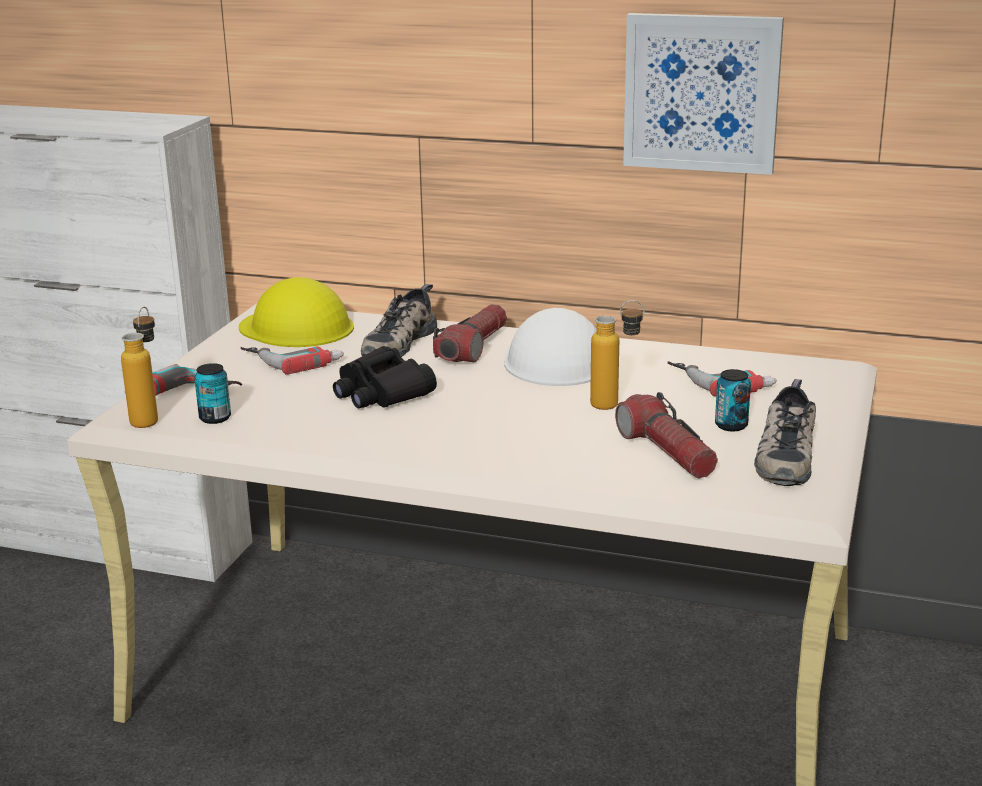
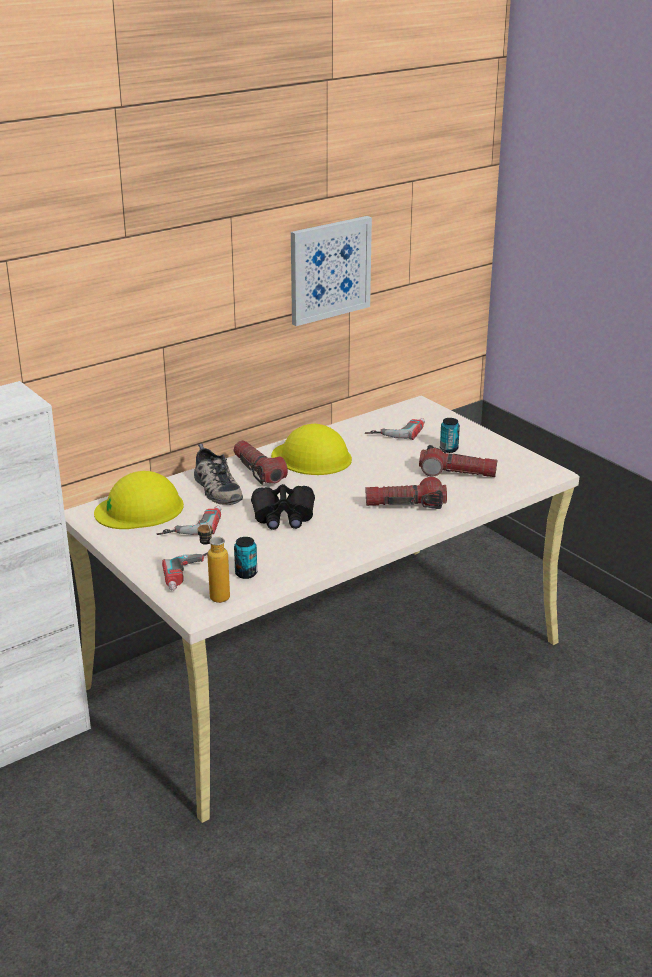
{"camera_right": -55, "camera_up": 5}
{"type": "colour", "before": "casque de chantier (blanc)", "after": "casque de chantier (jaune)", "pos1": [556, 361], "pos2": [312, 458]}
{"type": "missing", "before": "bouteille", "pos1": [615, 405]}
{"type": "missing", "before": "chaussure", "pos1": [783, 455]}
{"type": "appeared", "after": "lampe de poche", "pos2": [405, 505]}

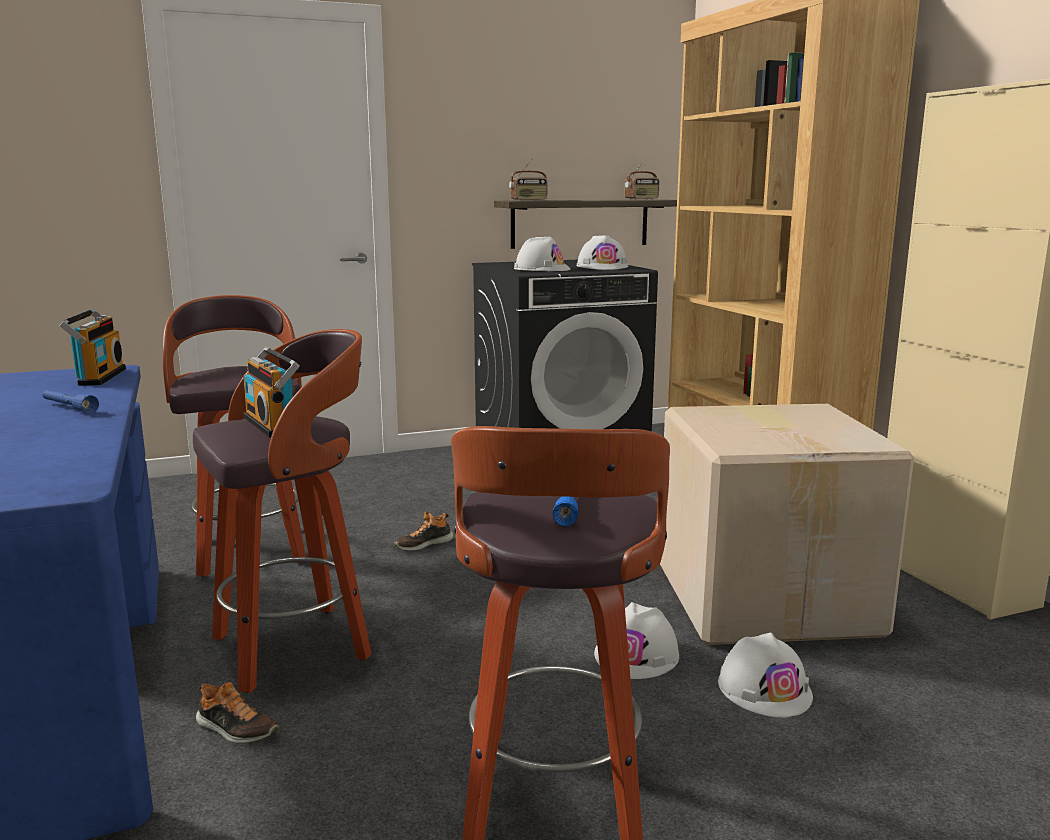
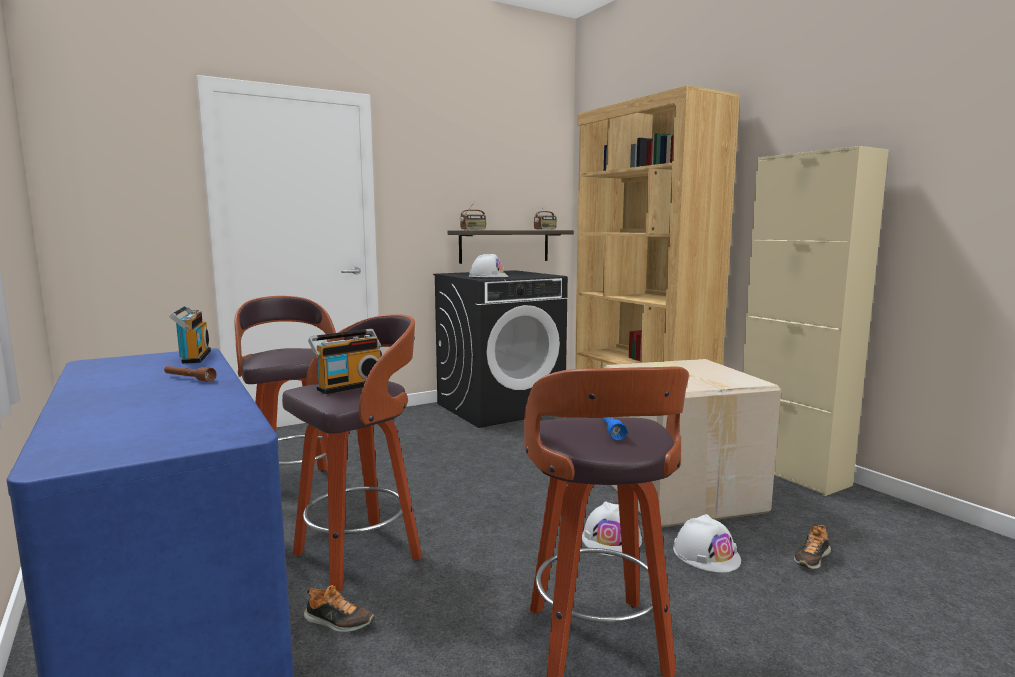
{"camera_right": -10, "camera_up": -5}
{"type": "colour", "before": "lampe de poche (bleu)", "after": "lampe de poche (marron)", "pos1": [69, 408], "pos2": [189, 379]}
{"type": "spun", "before": "radio", "pos1": [273, 425], "pos2": [349, 386], "turn": -90}
{"type": "relocated", "before": "chaussure", "pos1": [423, 544], "pos2": [811, 558]}
{"type": "missing", "before": "casque de chantier (blanc)", "pos1": [602, 267]}

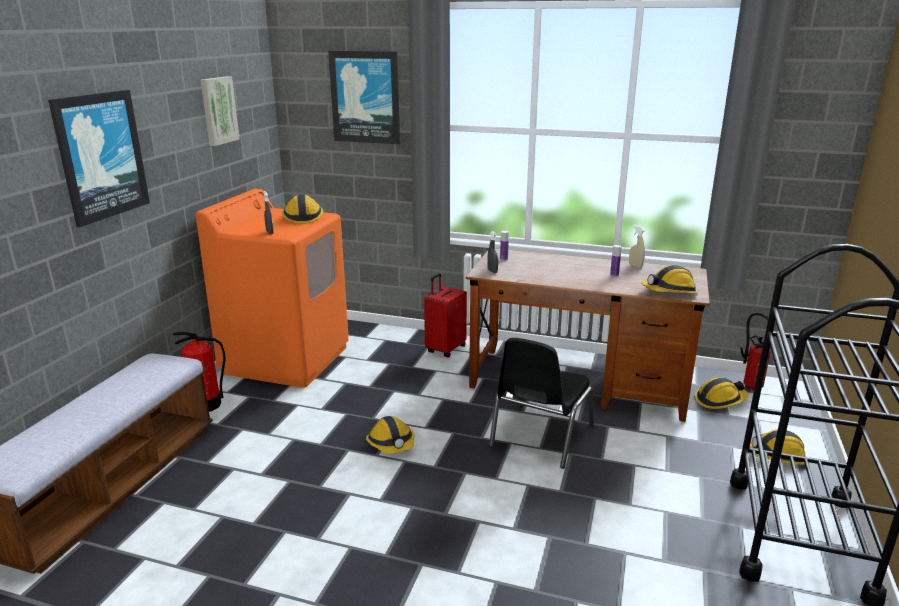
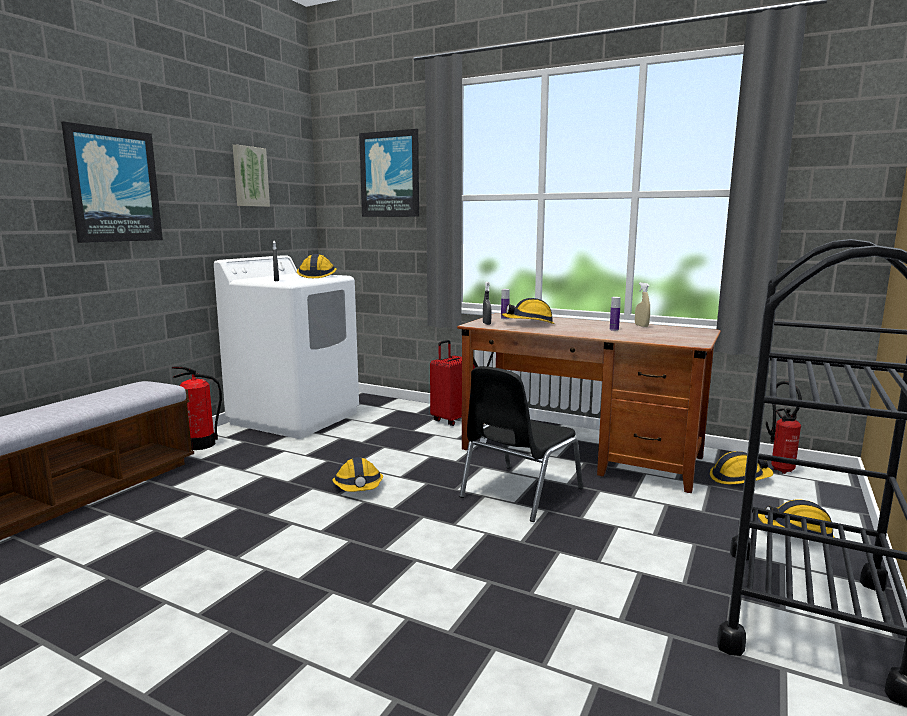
{"camera_right": 10, "camera_up": -10}
{"type": "colour", "before": "lave-linge (orange)", "after": "lave-linge (blanc)", "pos1": [286, 359], "pos2": [295, 418]}
{"type": "relocated", "before": "casque de chantier", "pos1": [669, 292], "pos2": [529, 323]}

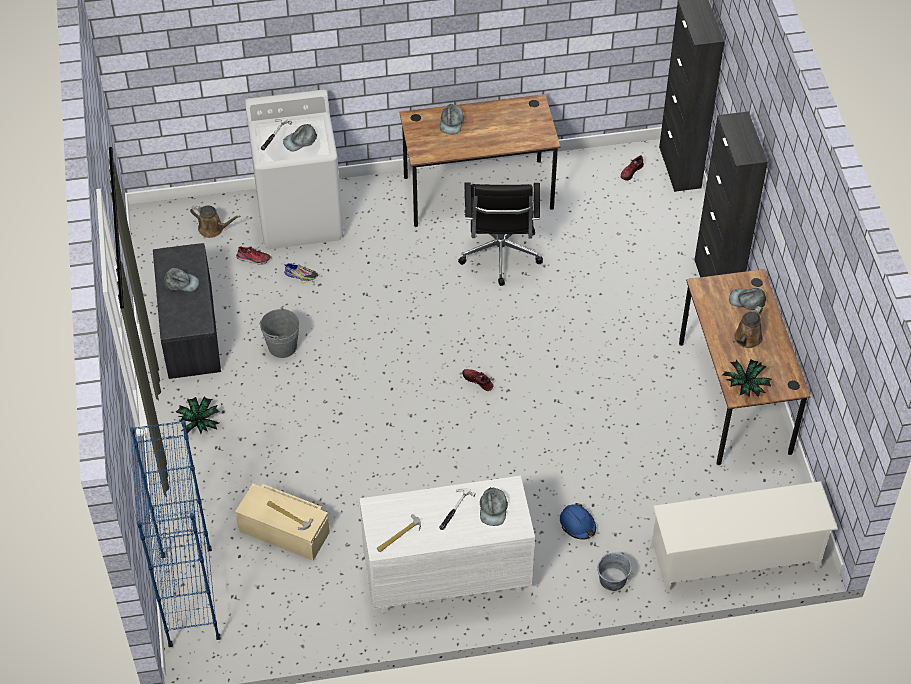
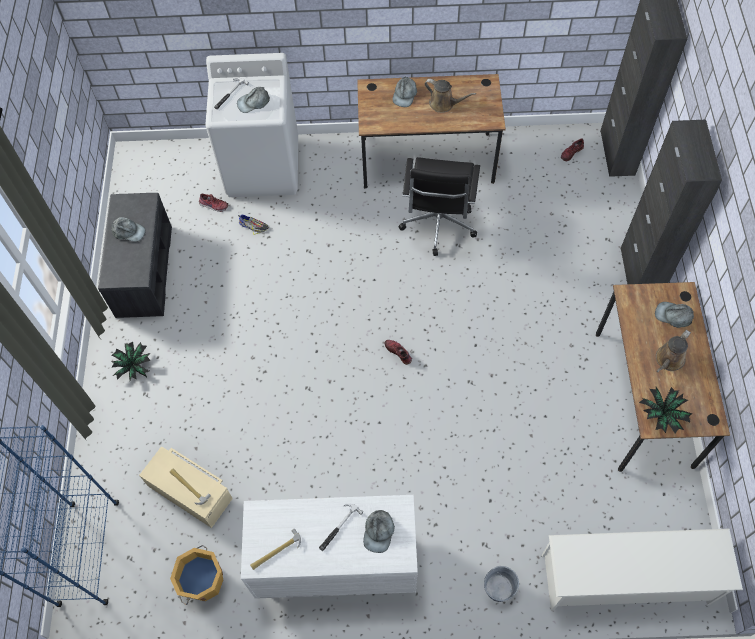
{"camera_right": 10, "camera_up": 10}
{"type": "relocated", "before": "arrosoir (marron)", "pos1": [213, 229], "pos2": [444, 104]}
{"type": "missing", "before": "seau (gris)", "pos1": [282, 346]}
{"type": "missing", "before": "casque de chantier (bleu)", "pos1": [577, 524]}
{"type": "appeared", "after": "seau (orange)", "pos2": [203, 581]}

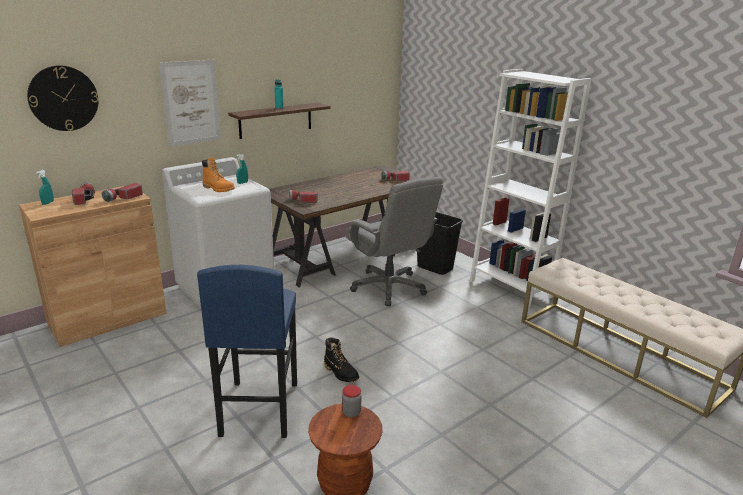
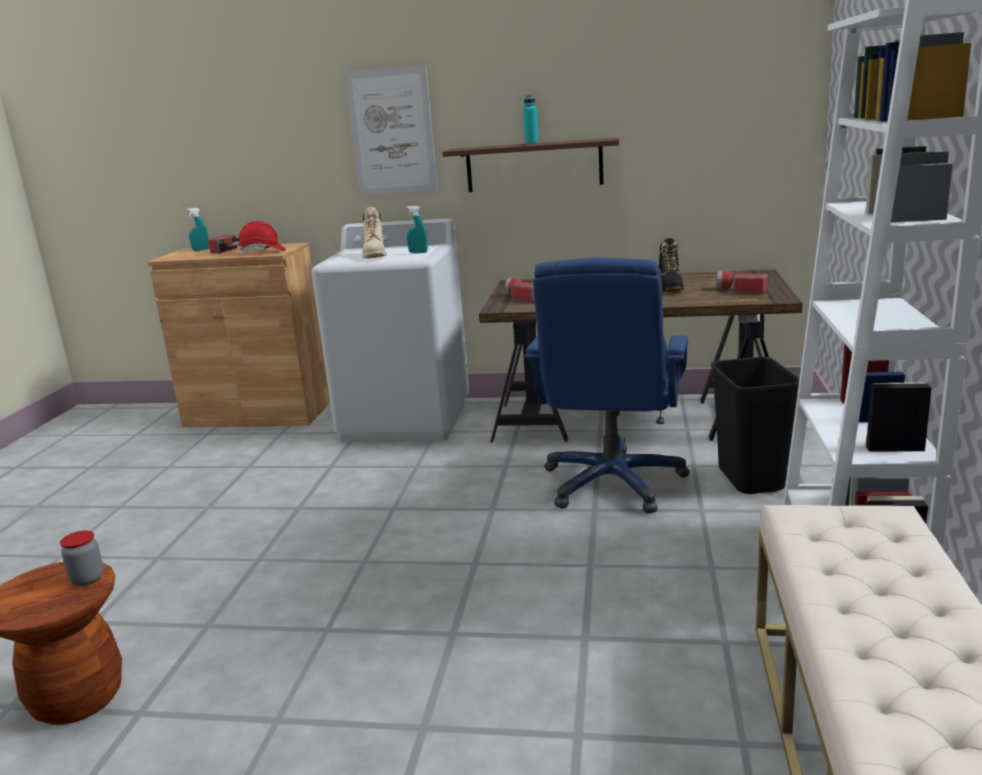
{"camera_right": 50, "camera_up": -5}
{"type": "missing", "before": "horloge murale", "pos1": [63, 98]}
{"type": "exchanged", "before": "lampe de poche", "after": "casque de chantier (rouge)", "pos1": [123, 198], "pos2": [262, 252]}
{"type": "missing", "before": "tabouret (bleu)", "pos1": [258, 409]}
{"type": "colour", "before": "botte (orange)", "after": "botte (beige)", "pos1": [218, 189], "pos2": [375, 255]}
{"type": "relocated", "before": "botte (noir)", "pos1": [341, 373], "pos2": [670, 288]}
{"type": "colour", "before": "chaise de bureau (gris)", "after": "chaise de bureau (bleu)", "pos1": [389, 287], "pos2": [613, 483]}

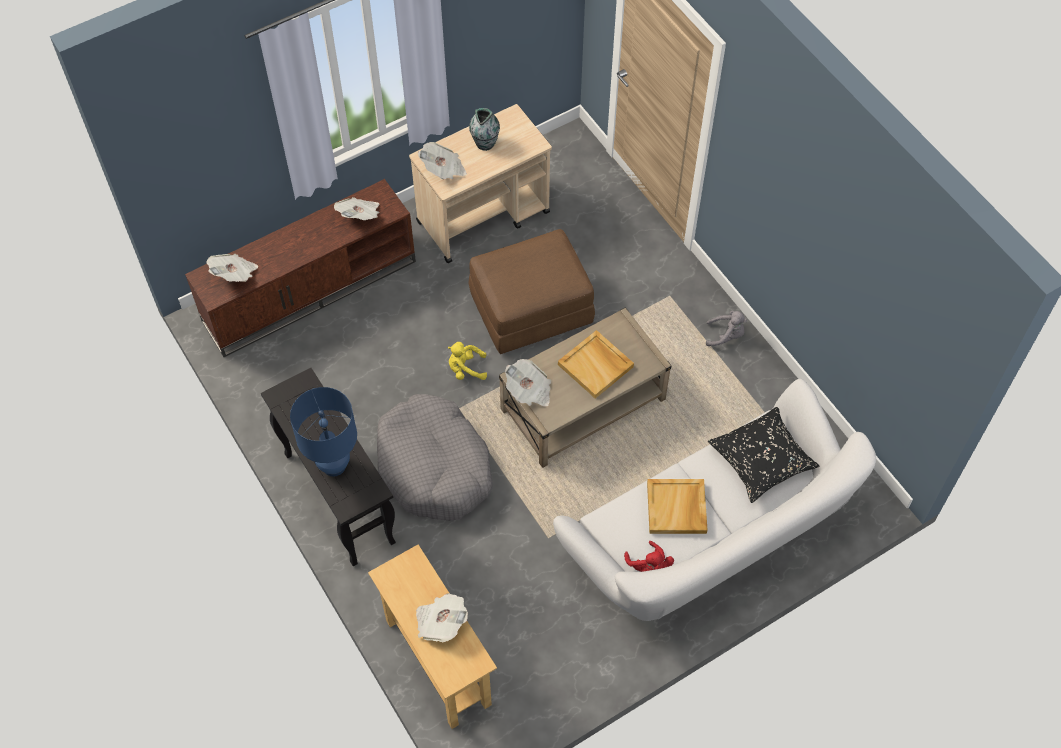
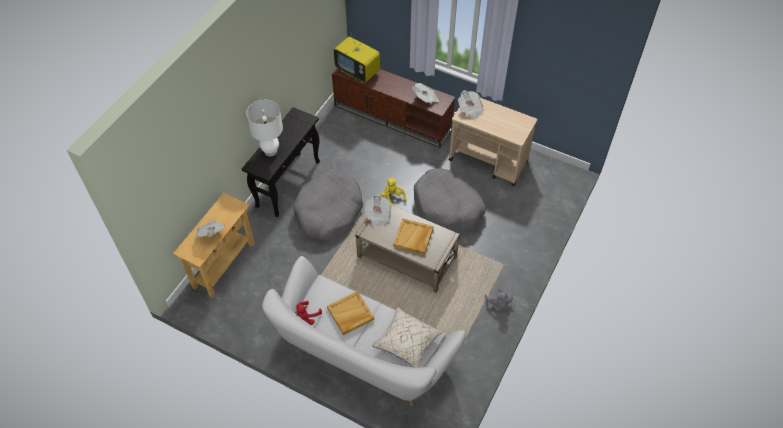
{"camera_right": 60, "camera_up": -5}
{"type": "exchanged", "before": "journal", "after": "téléviseur", "pos1": [235, 274], "pos2": [358, 72]}
{"type": "colour", "before": "lampe de table (bleu)", "after": "lampe de table (blanc)", "pos1": [334, 466], "pos2": [270, 151]}
{"type": "exchanged", "before": "pouf (marron)", "after": "panier pour chien (gris)", "pos1": [530, 309], "pos2": [447, 207]}
{"type": "missing", "before": "vase", "pos1": [485, 143]}
{"type": "colour", "before": "coussin (noir)", "after": "coussin (beige)", "pos1": [762, 460], "pos2": [407, 342]}

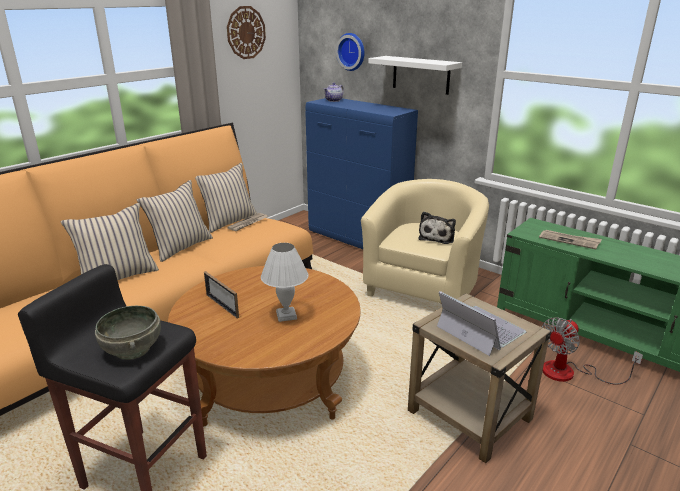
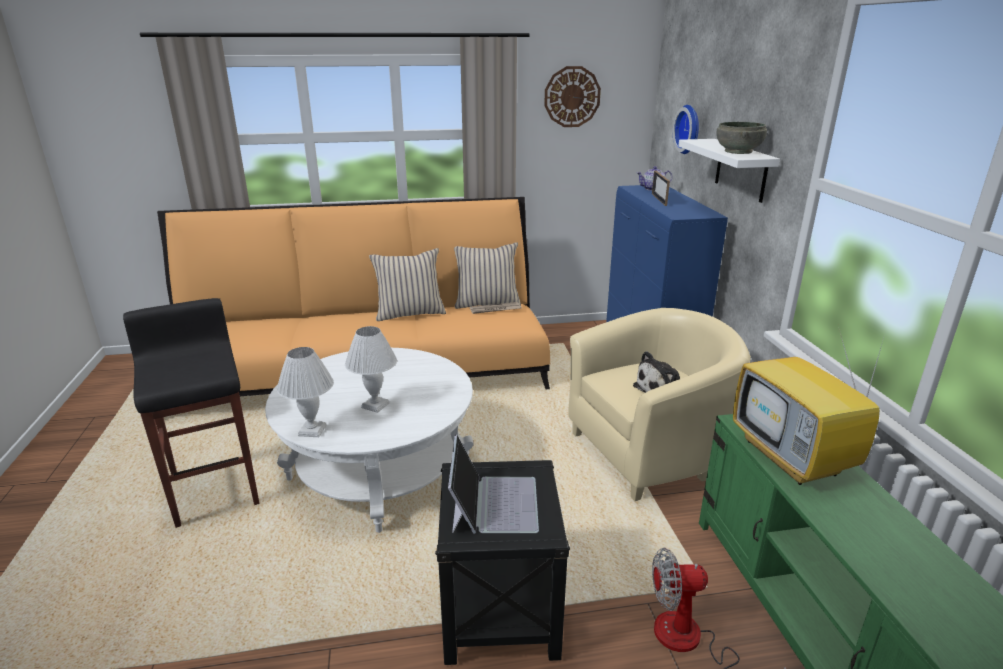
{"camera_right": 40, "camera_up": 0}
{"type": "missing", "before": "coussin (beige)", "pos1": [117, 277]}
{"type": "relocated", "before": "bol (gris)", "pos1": [133, 349], "pos2": [739, 151]}
{"type": "colour", "before": "table basse (marron)", "after": "table basse (blanc)", "pos1": [270, 380], "pos2": [379, 470]}
{"type": "relocated", "before": "cadre photo", "pos1": [222, 306], "pos2": [659, 199]}
{"type": "colour", "before": "table d'appoint (beige)", "after": "table d'appoint (noir)", "pos1": [468, 415], "pos2": [500, 609]}
{"type": "exchanged", "before": "journal", "after": "téléviseur", "pos1": [569, 240], "pos2": [794, 458]}
{"type": "appeared", "after": "lampe de table (blanc)", "pos2": [312, 431]}

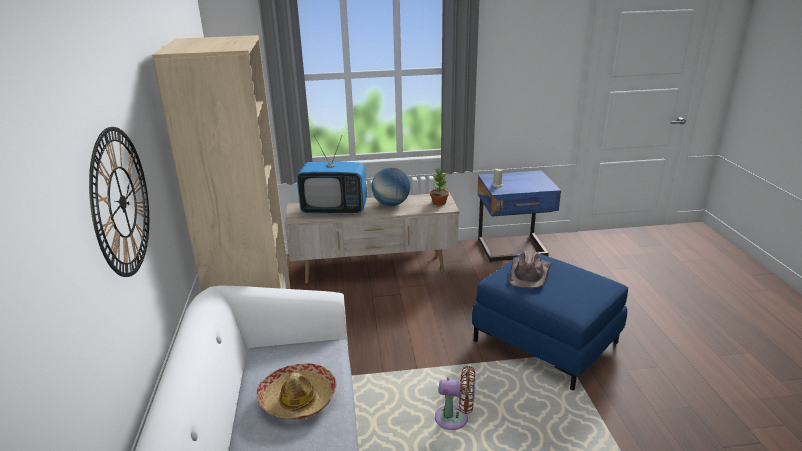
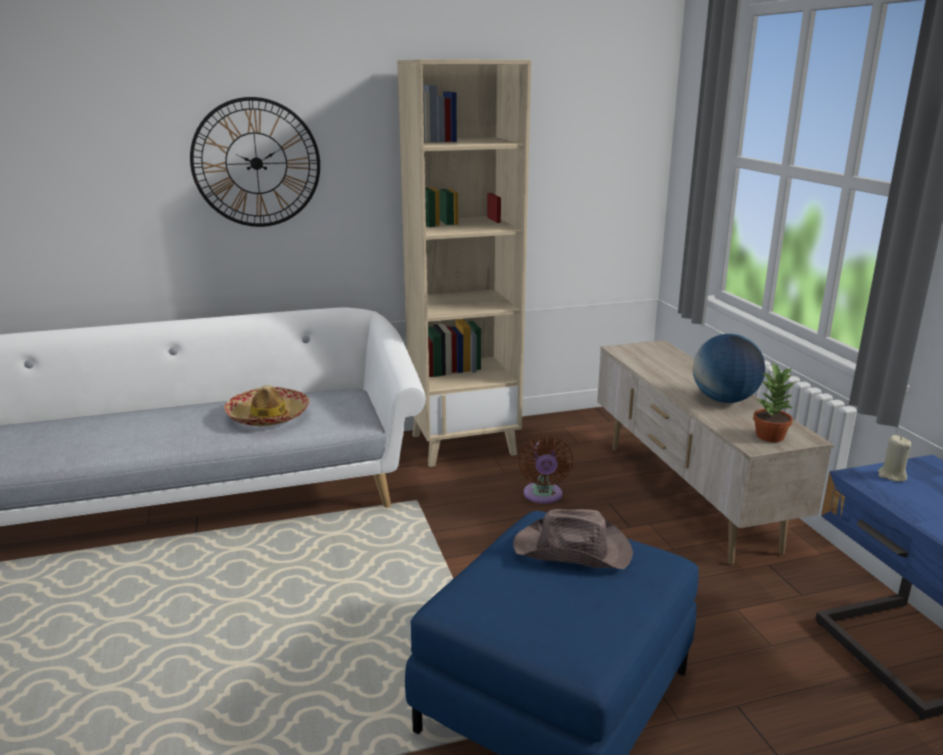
{"camera_right": 80, "camera_up": -5}
{"type": "missing", "before": "téléviseur", "pos1": [334, 210]}
{"type": "relocated", "before": "ventilateur (marron)", "pos1": [455, 419], "pos2": [543, 496]}

